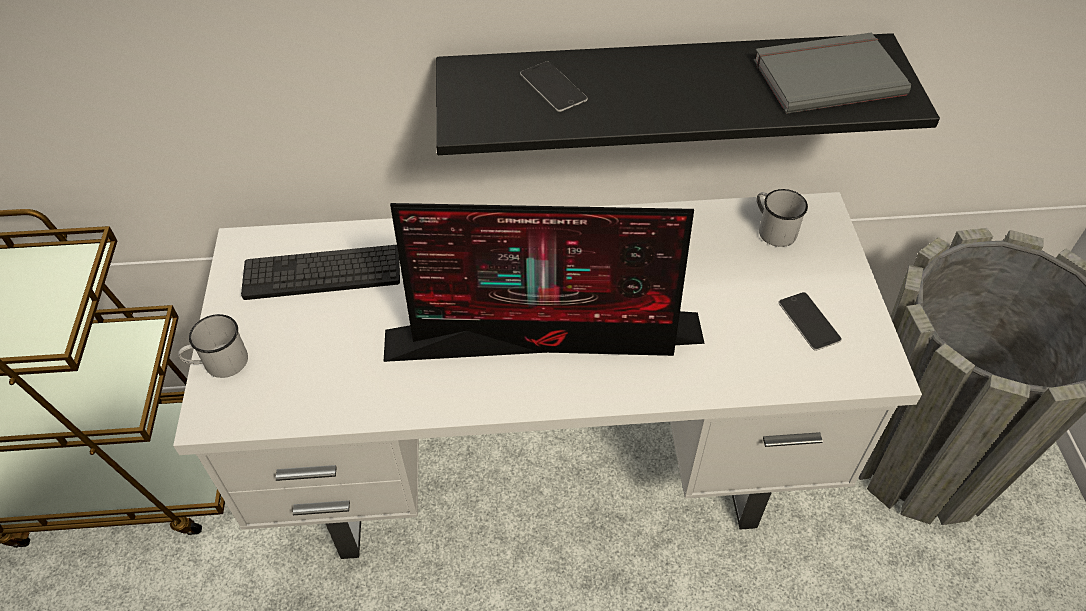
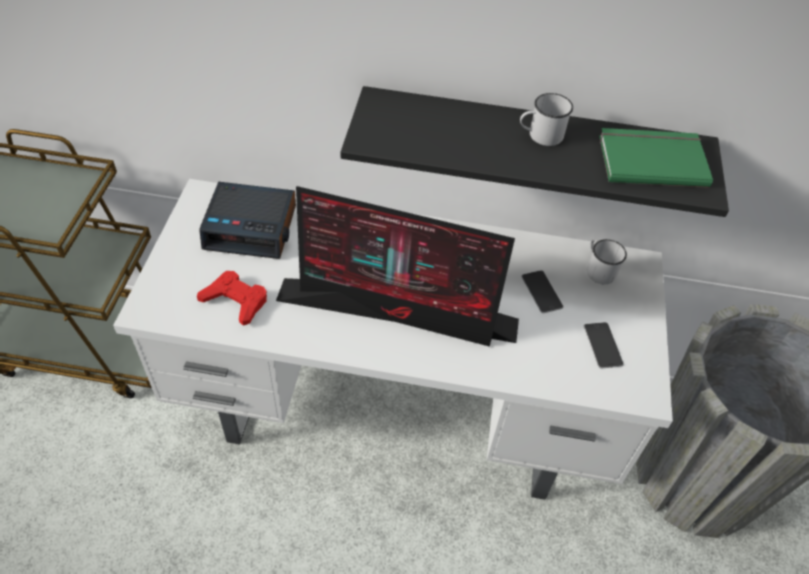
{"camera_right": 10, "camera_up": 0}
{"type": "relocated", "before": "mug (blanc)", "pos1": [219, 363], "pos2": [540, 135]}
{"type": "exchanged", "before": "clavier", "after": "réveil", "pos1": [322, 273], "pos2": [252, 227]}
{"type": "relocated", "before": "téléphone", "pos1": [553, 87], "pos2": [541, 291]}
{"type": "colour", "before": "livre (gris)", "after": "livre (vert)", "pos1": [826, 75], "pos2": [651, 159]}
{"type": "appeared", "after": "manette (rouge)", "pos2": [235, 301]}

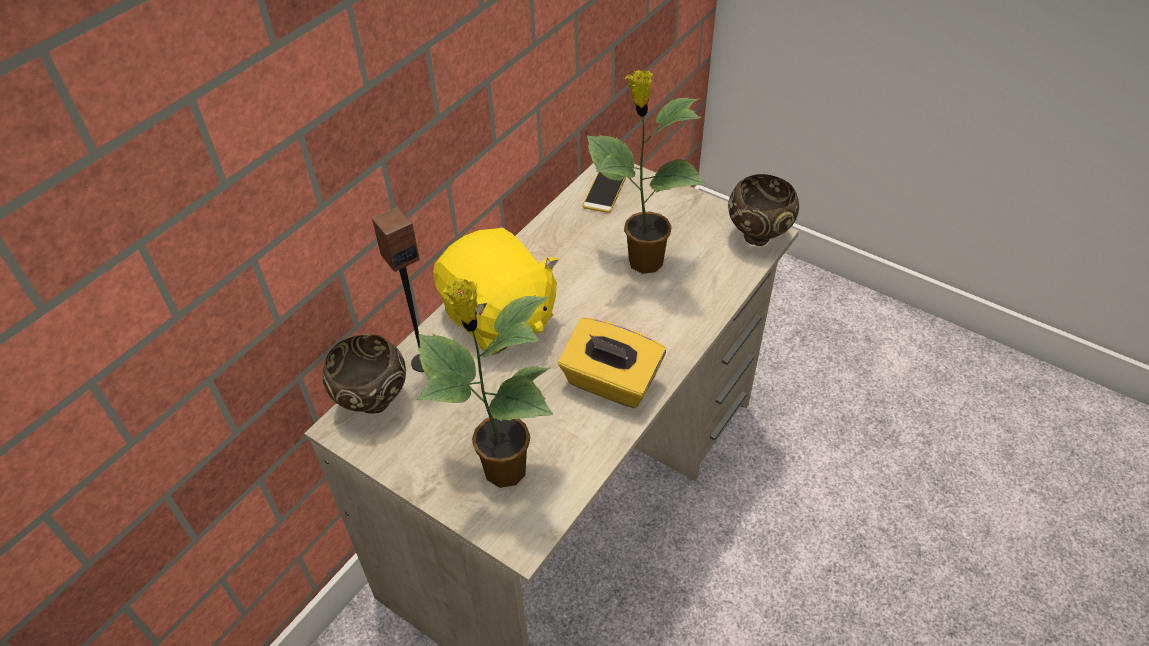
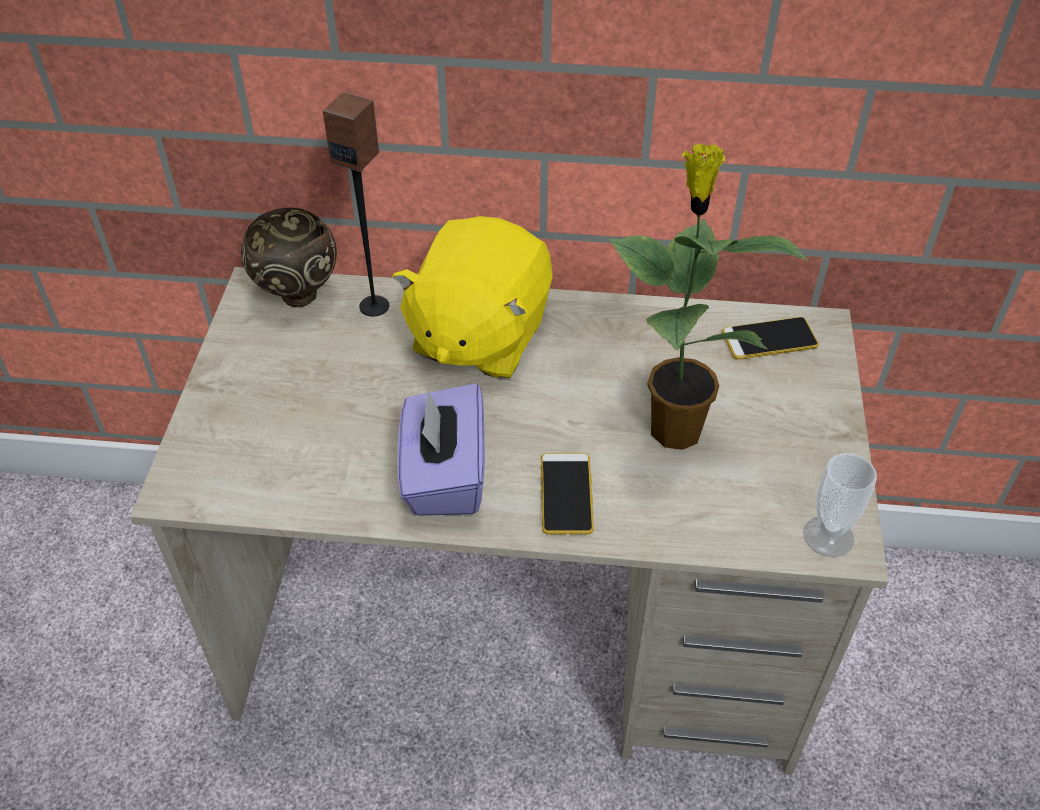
{"camera_right": 60, "camera_up": 0}
{"type": "missing", "before": "plante en pot", "pos1": [502, 470]}
{"type": "colour", "before": "boîte à mouchoirs (jaune)", "after": "boîte à mouchoirs (violet)", "pos1": [610, 382], "pos2": [444, 476]}
{"type": "exchanged", "before": "bol (marron)", "after": "tasse", "pos1": [759, 237], "pos2": [828, 536]}
{"type": "appeared", "after": "téléphone", "pos2": [566, 494]}

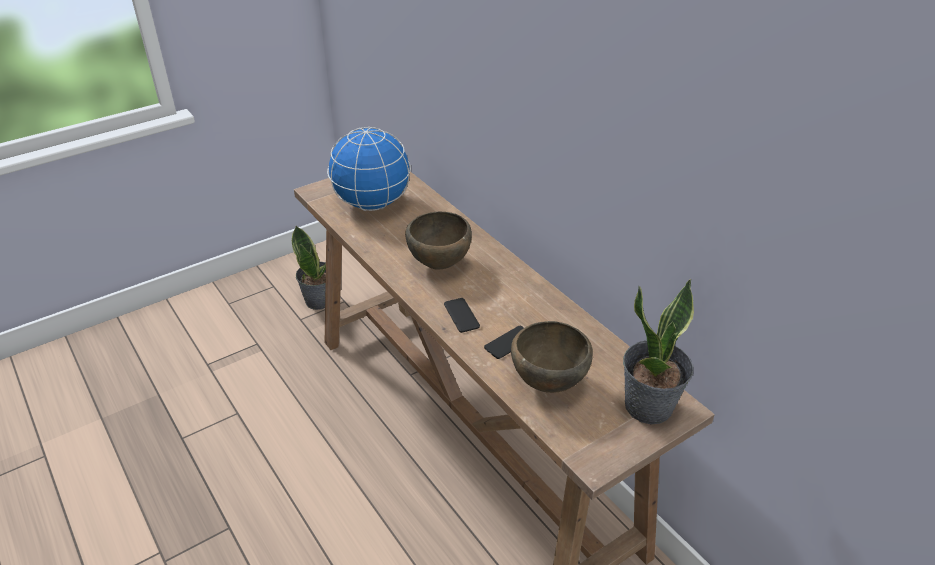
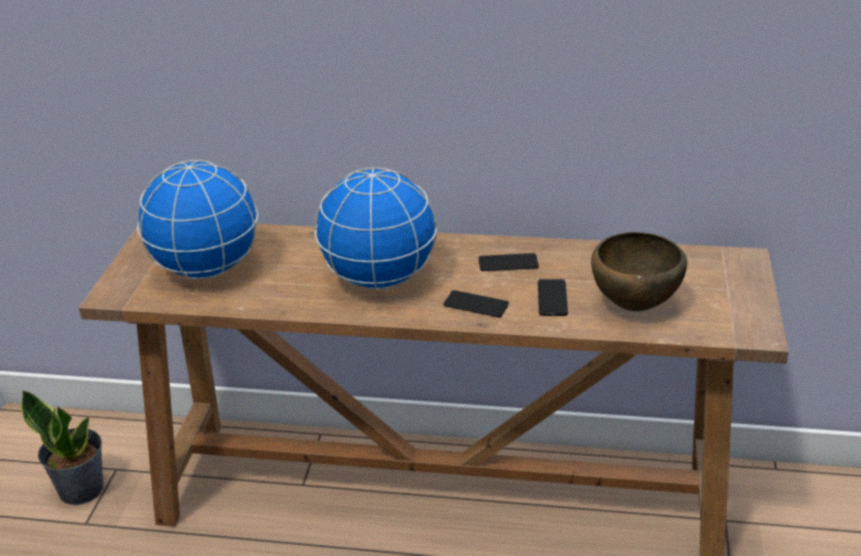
{"camera_right": -45, "camera_up": -5}
{"type": "exchanged", "before": "bol (marron)", "after": "globe", "pos1": [440, 265], "pos2": [380, 279]}
{"type": "missing", "before": "plante en pot", "pos1": [649, 407]}
{"type": "appeared", "after": "téléphone", "pos2": [508, 263]}

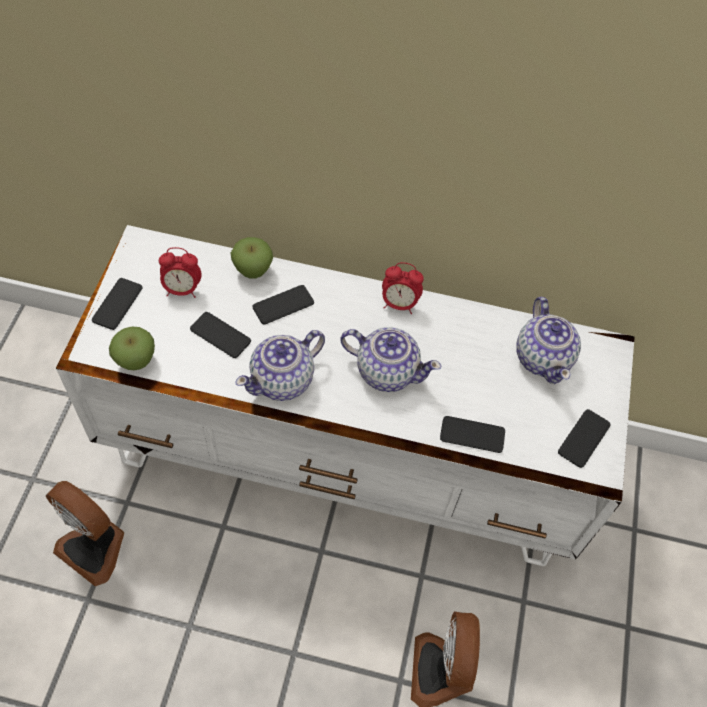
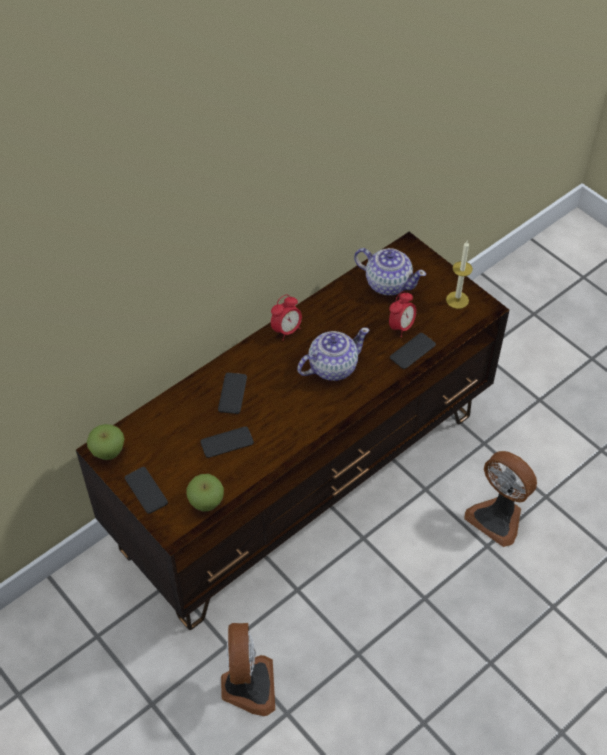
{"camera_right": -50, "camera_up": -5}
{"type": "spun", "before": "ventilateur", "pos1": [95, 547], "pos2": [247, 686], "turn": -75}
{"type": "colour", "before": "meuble télé (blanc)", "after": "meuble télé (marron)", "pos1": [345, 457], "pos2": [304, 480]}
{"type": "relocated", "before": "réveil", "pos1": [182, 290], "pos2": [401, 327]}
{"type": "relocated", "before": "pomme", "pos1": [253, 270], "pos2": [108, 452]}
{"type": "missing", "before": "théière", "pos1": [283, 380]}
{"type": "exchanged", "before": "téléphone", "after": "bougie", "pos1": [584, 438], "pos2": [457, 300]}

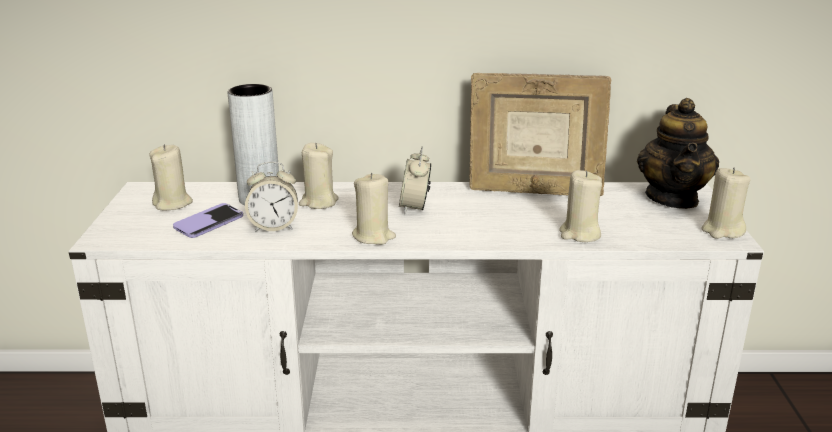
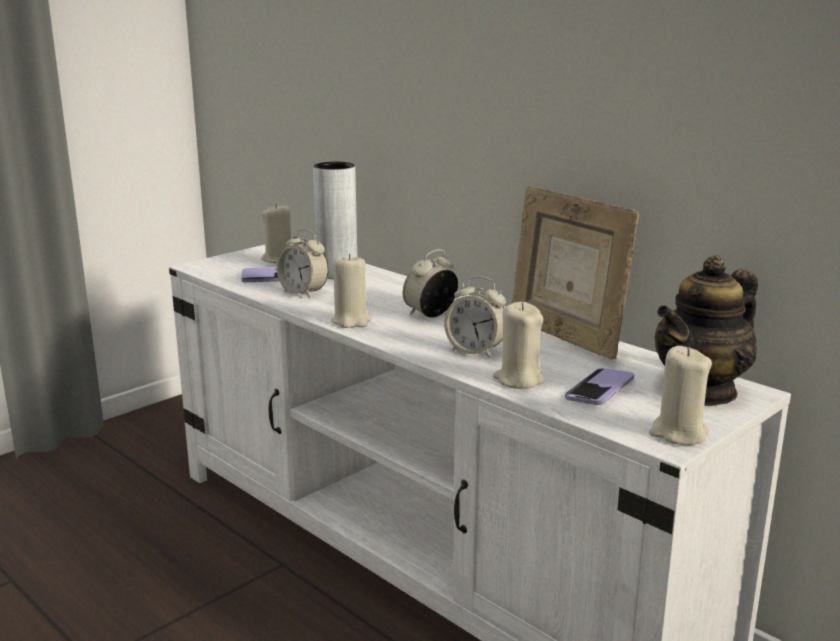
{"camera_right": 45, "camera_up": -5}
{"type": "missing", "before": "bougie (beige)", "pos1": [318, 202]}
{"type": "appeared", "after": "réveil", "pos2": [475, 351]}
{"type": "appeared", "after": "téléphone", "pos2": [600, 389]}

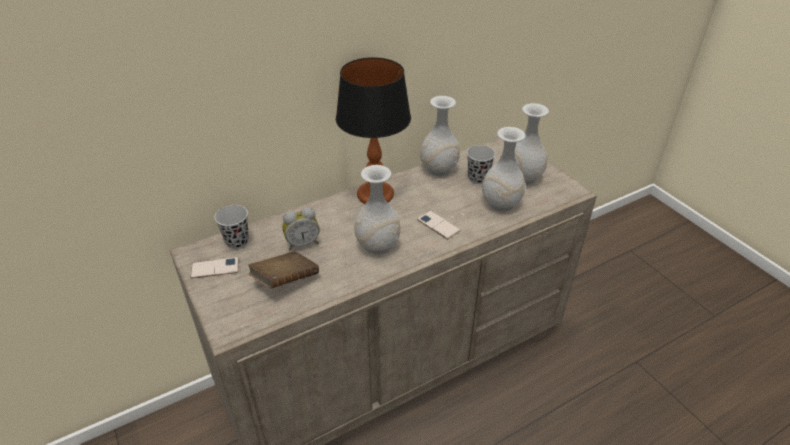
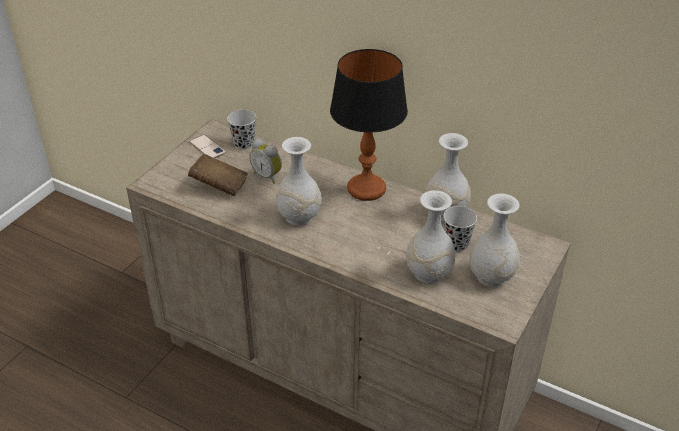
{"camera_right": 60, "camera_up": 0}
{"type": "missing", "before": "téléphone", "pos1": [438, 225]}

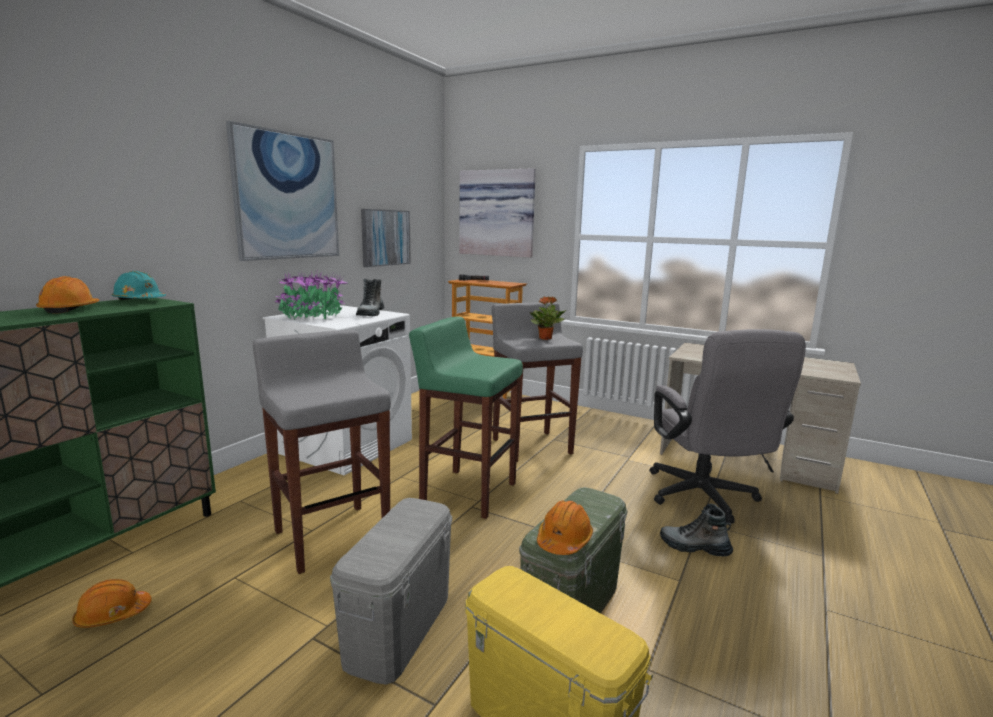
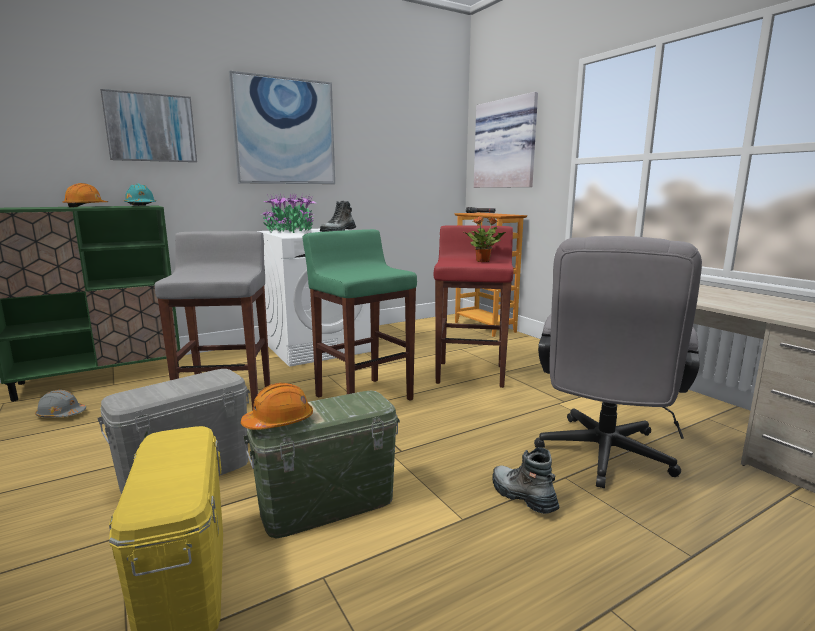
{"camera_right": 30, "camera_up": 0}
{"type": "colour", "before": "casque de chantier (orange)", "after": "casque de chantier (gris)", "pos1": [112, 614], "pos2": [61, 414]}
{"type": "relocated", "before": "tableau", "pos1": [385, 237], "pos2": [151, 128]}
{"type": "colour", "before": "tabouret (gris)", "after": "tabouret (rouge)", "pos1": [531, 446], "pos2": [471, 374]}

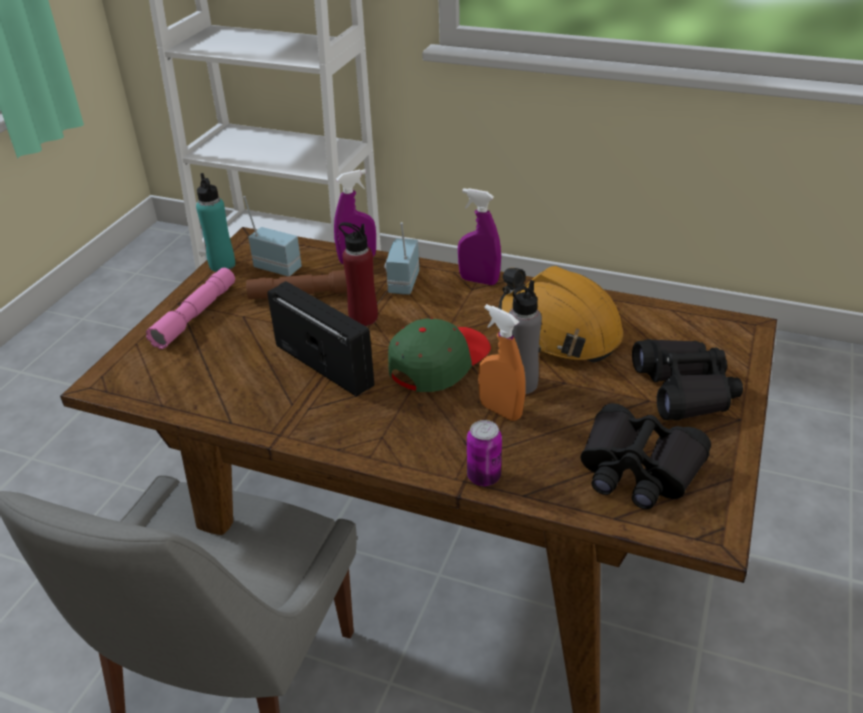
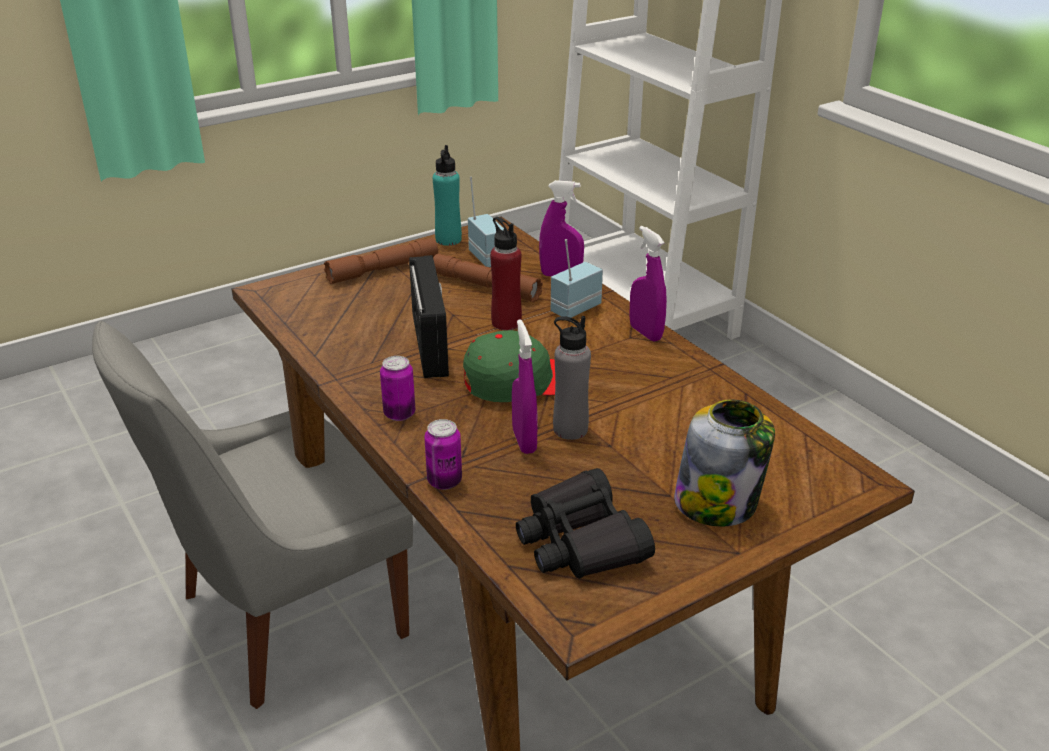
{"camera_right": 35, "camera_up": -5}
{"type": "colour", "before": "lampe de poche (rose)", "after": "lampe de poche (marron)", "pos1": [195, 315], "pos2": [383, 269]}
{"type": "colour", "before": "vaporisateur (orange)", "after": "vaporisateur (violet)", "pos1": [500, 411], "pos2": [524, 441]}
{"type": "missing", "before": "casque de chantier (orange)", "pos1": [558, 331]}
{"type": "exchanged", "before": "jumelles (noir)", "after": "bocal", "pos1": [685, 389], "pos2": [717, 503]}
{"type": "appeared", "after": "boîte métallique", "pos2": [399, 414]}

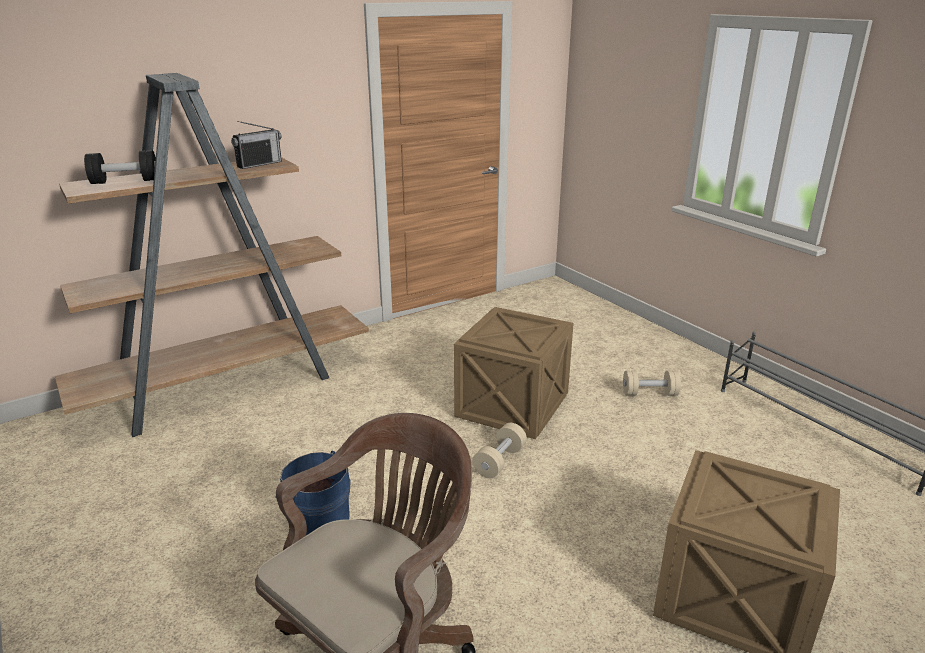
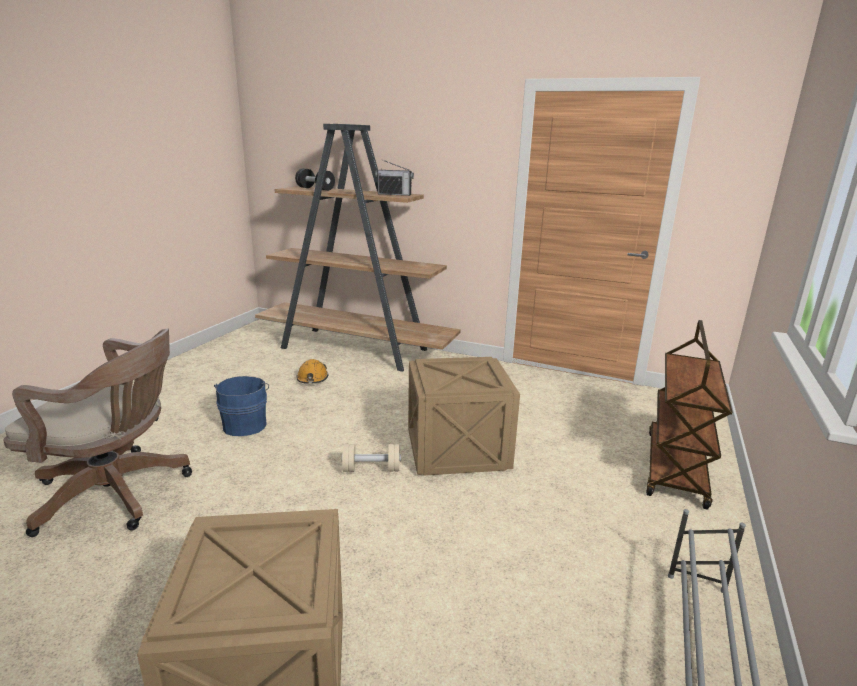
{"camera_right": 55, "camera_up": -5}
{"type": "missing", "before": "haltère (beige)", "pos1": [649, 393]}
{"type": "appeared", "after": "casque de chantier (orange)", "pos2": [312, 379]}
{"type": "appeared", "after": "chariot (marron)", "pos2": [676, 469]}

